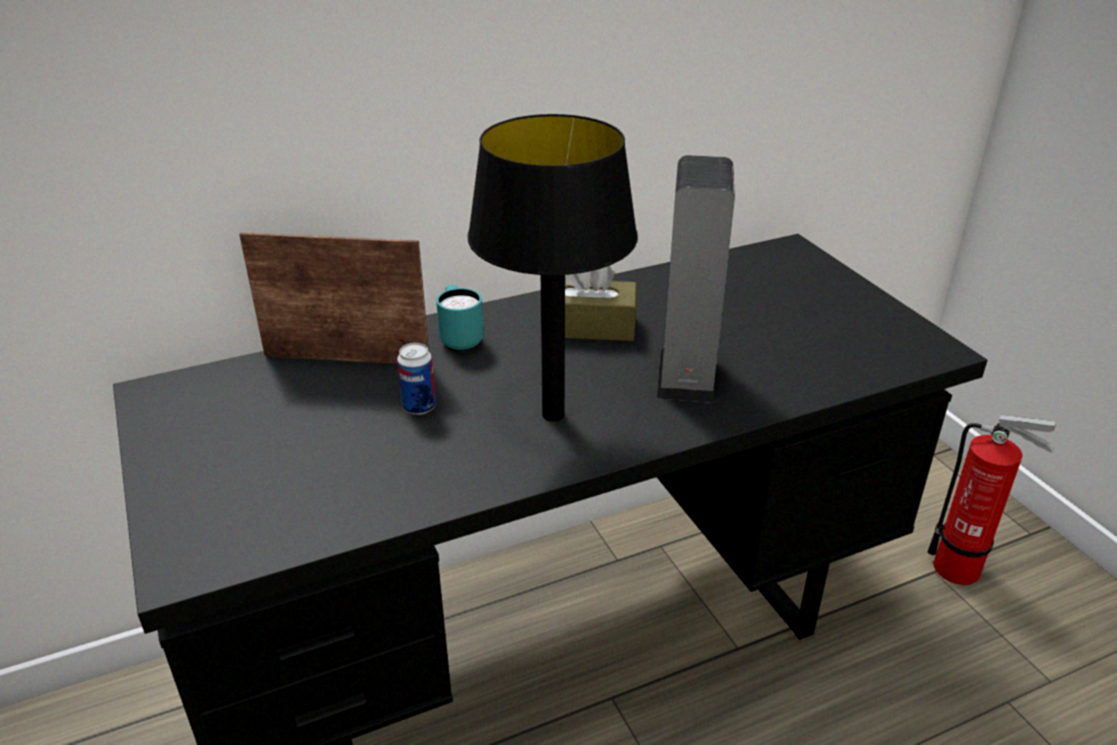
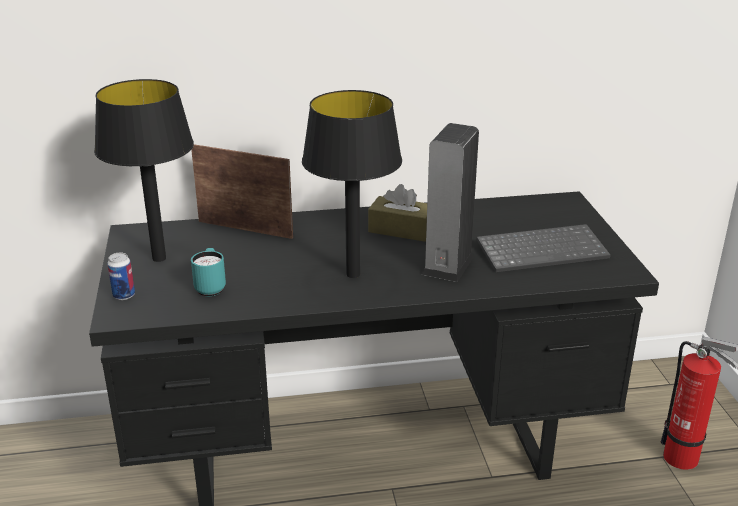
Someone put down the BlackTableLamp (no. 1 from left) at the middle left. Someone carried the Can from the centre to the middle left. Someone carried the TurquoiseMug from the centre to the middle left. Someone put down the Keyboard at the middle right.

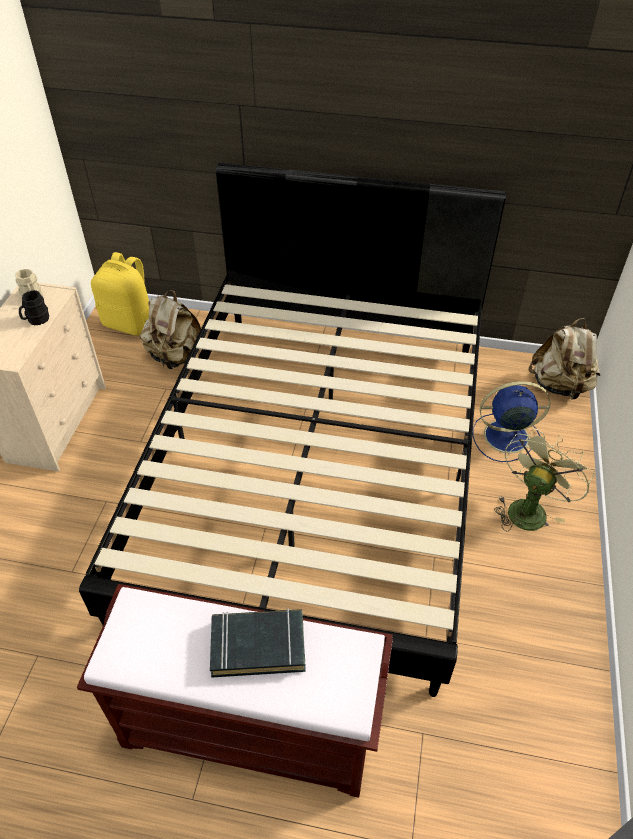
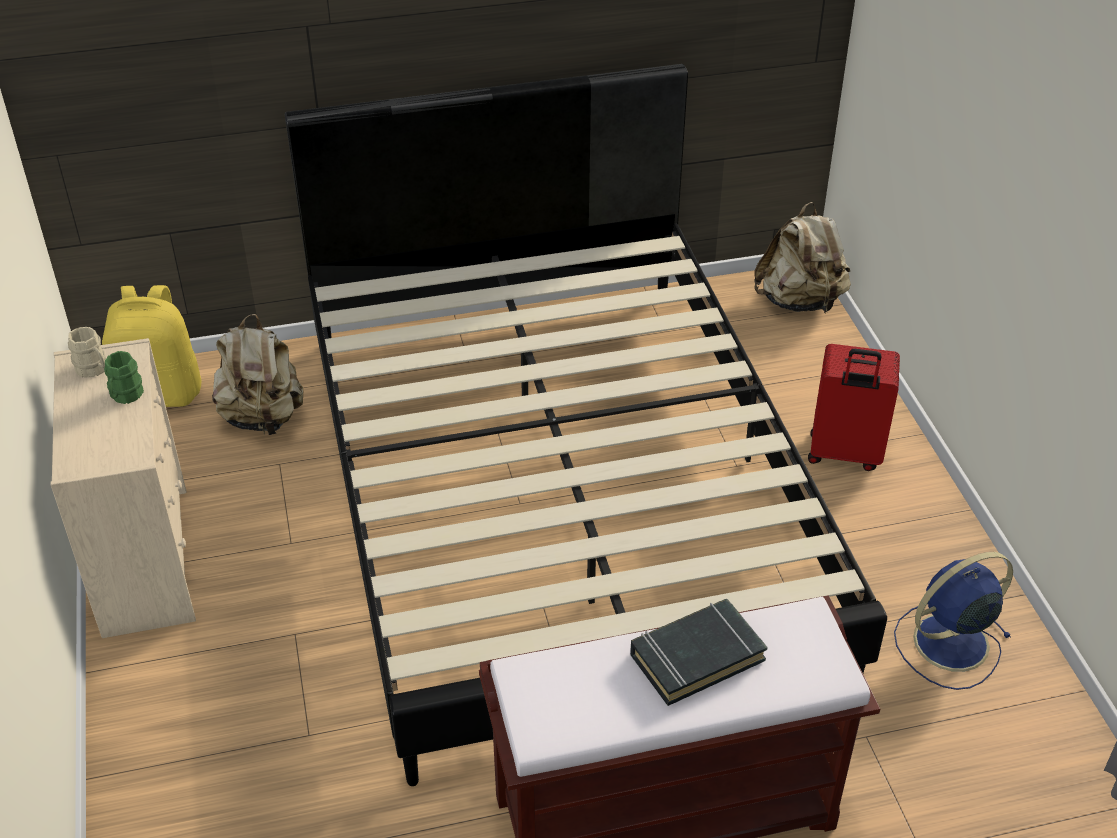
Someone repainted the BlackMug at the middle left, which became the GreenMug at the middle left. Someone swapped the GreenFan at the middle right for the RedSuitcase at the middle right. Someone carried the BlueFan from the middle right to the bottom right.

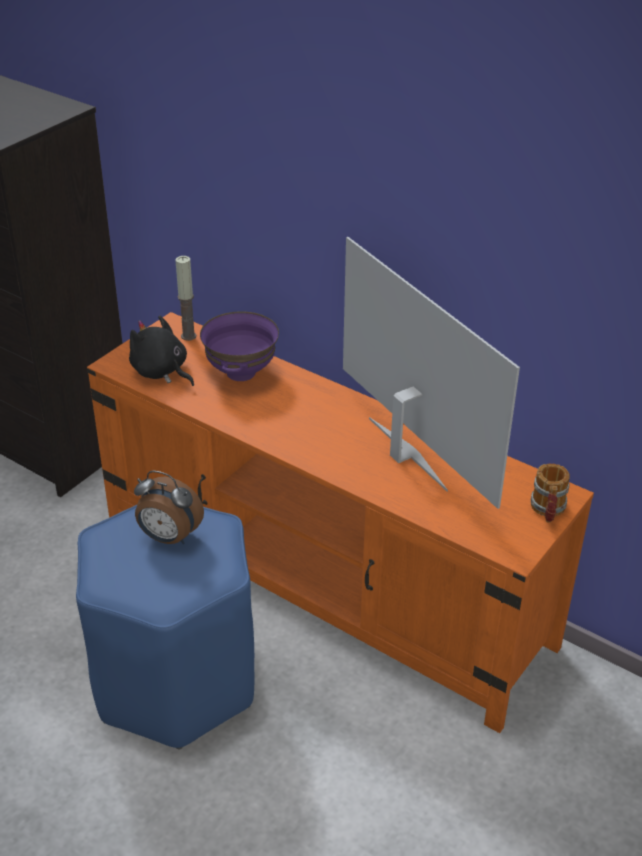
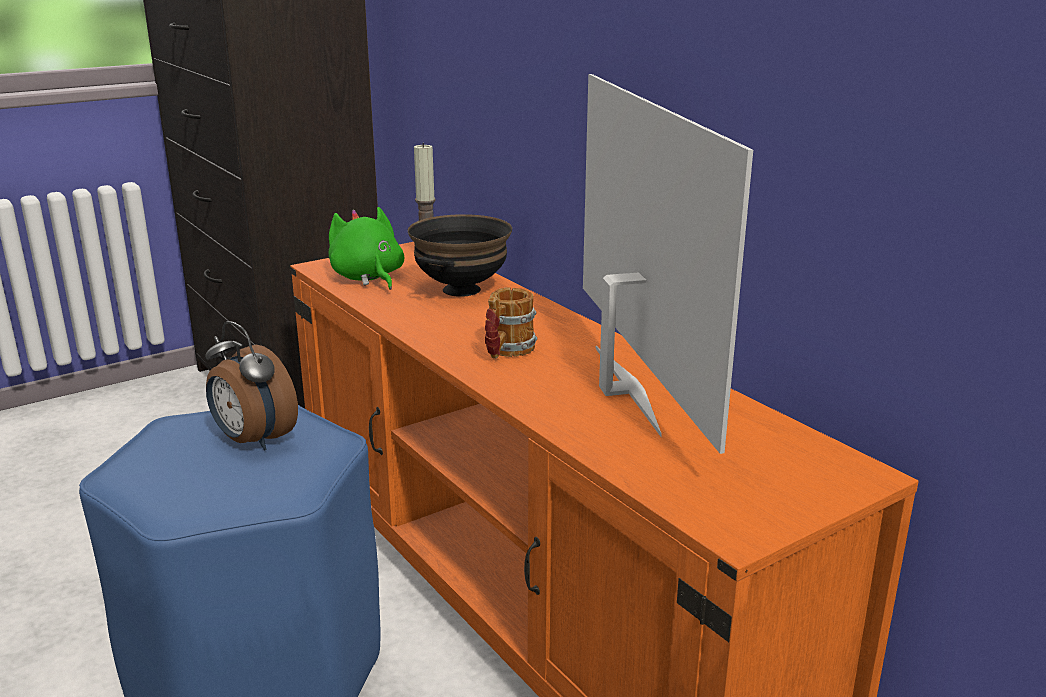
Someone repainted the BlackPlushToy at the middle left, which became the GreenPlushToy at the centre. Someone repainted the PurpleBowl at the centre, which became the BlackBowl at the centre. Someone carried the Mug from the middle right to the centre.

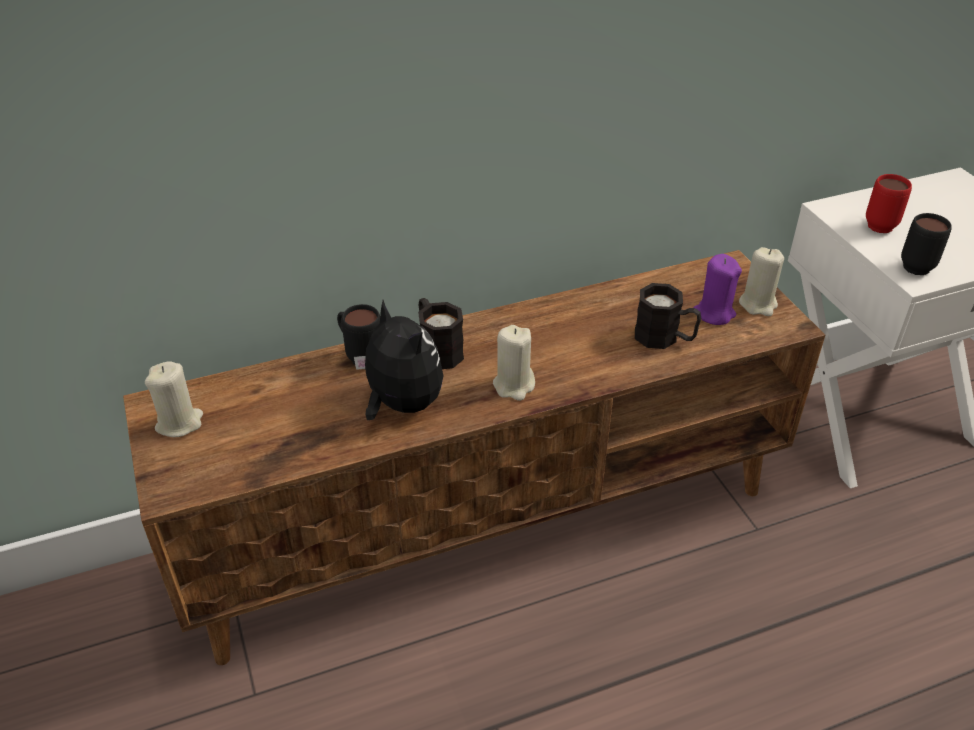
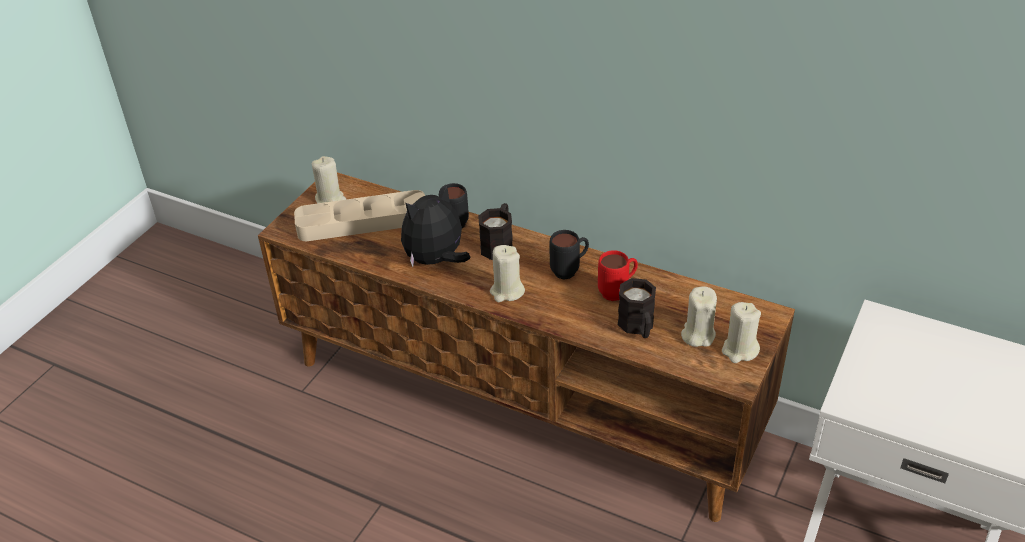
Someone put down the BeigeTray at the centre. Someone rotated the PlushToy at the centre by 135 degrees counterclockwise. Someone carried the BlackMug (no. 4 from left in the first image) from the middle right to the centre. Someone carried the RedMug from the top right to the centre. Someone repainted the PurpleCandle at the middle right, which became the BeigeCandle (no. 3 from left) at the middle right.

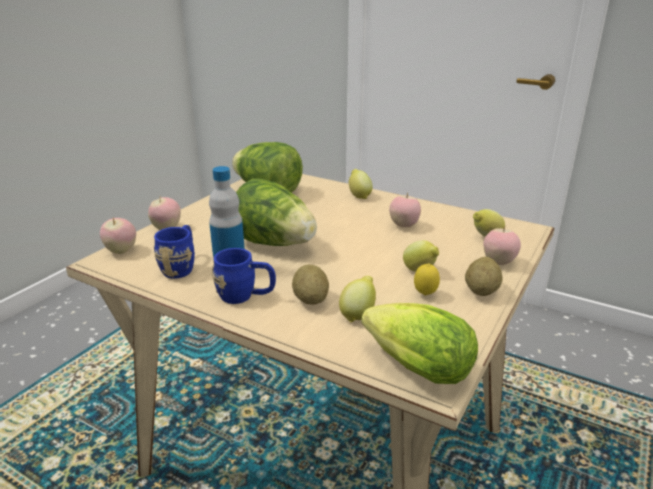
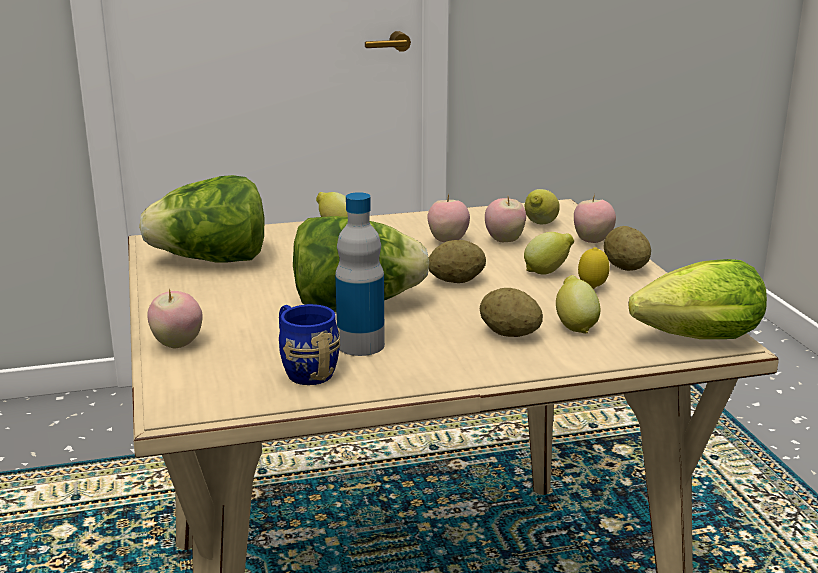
Someone put down the Potato (no. 1 from left) at the centre. Someone carried the Apple (no. 1 from left in the first image) from the middle left to the centre. Someone took away the BlueMug (no. 2 from left) at the centre.

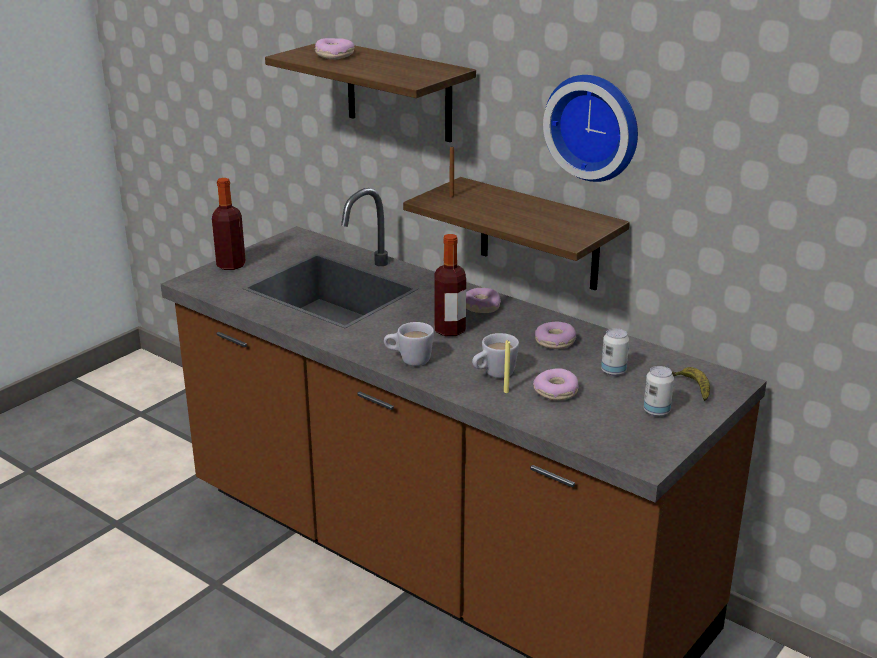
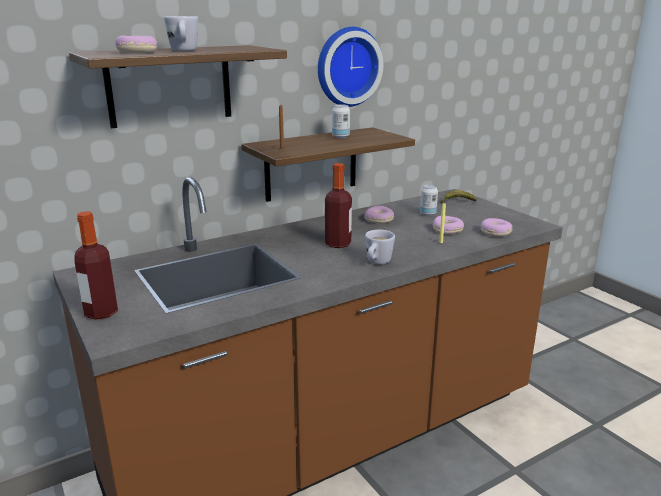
Someone carried the WhiteMug (no. 2 from left in the first image) from the centre to the top left. Someone carried the Can (no. 2 from left in the first image) from the middle right to the top centre. Someone carried the Donut (no. 2 from left in the first image) from the centre to the middle right.

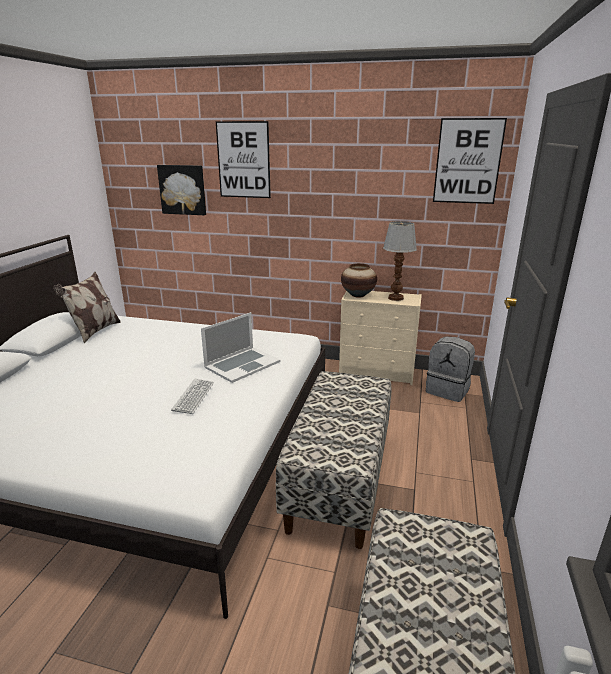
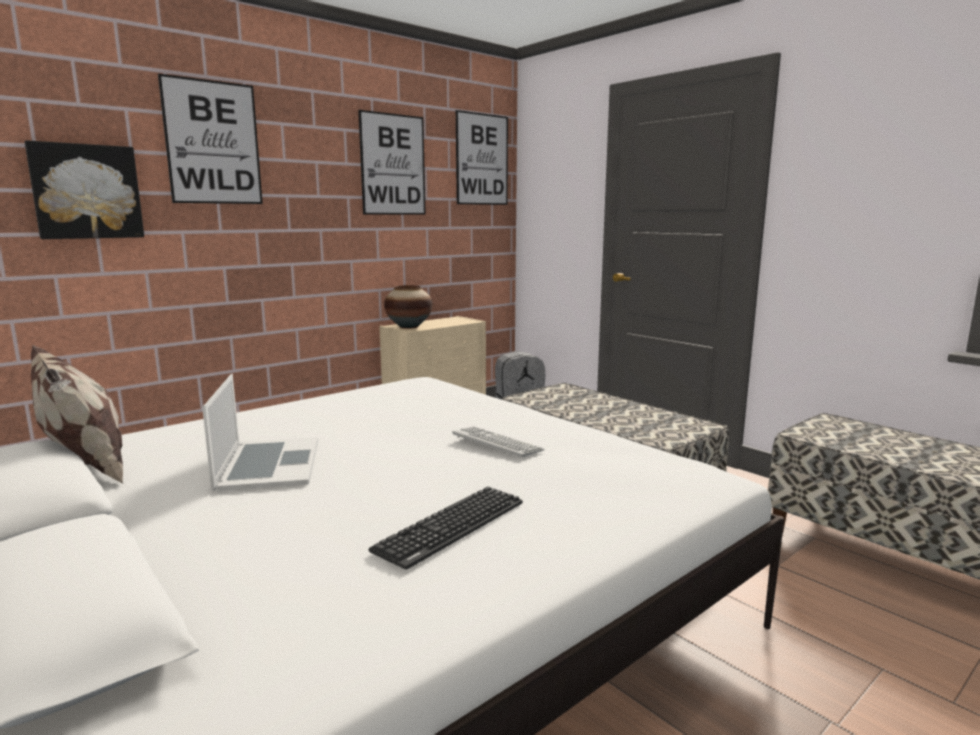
Someone carried the Laptop from the centre to the middle left. Someone put up the Picture (no. 3 from left) at the top centre. Someone put down the Keyboard (no. 1 from left) at the bottom centre. Someone took away the TableLamp at the centre.

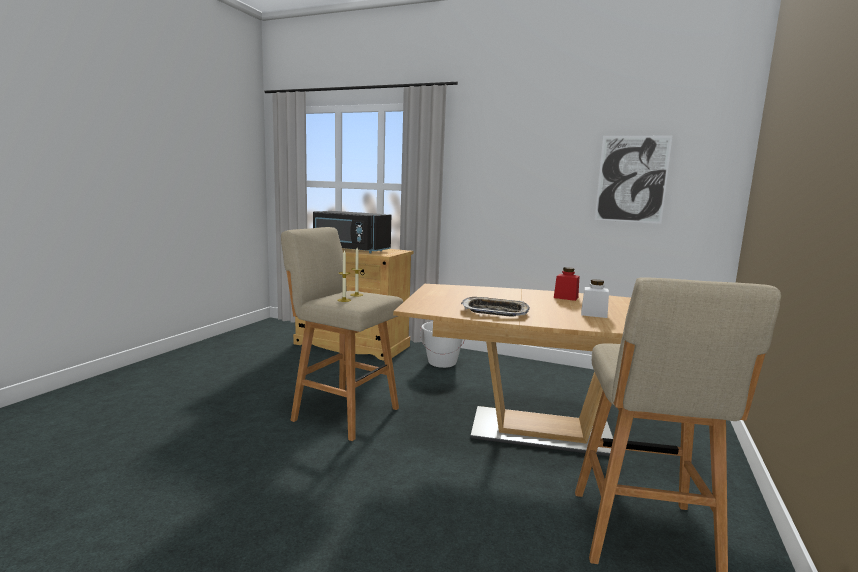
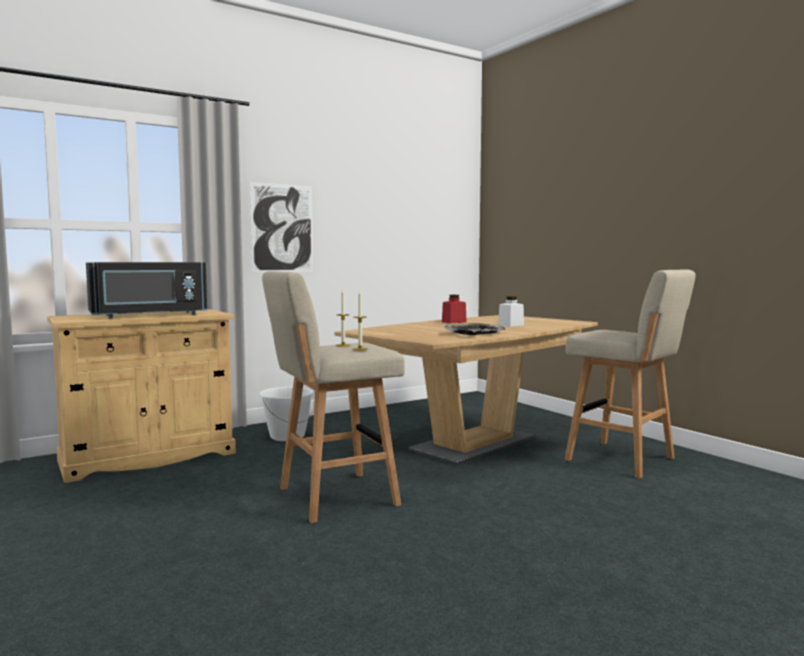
Someone carried the Picture from the top right to the centre.

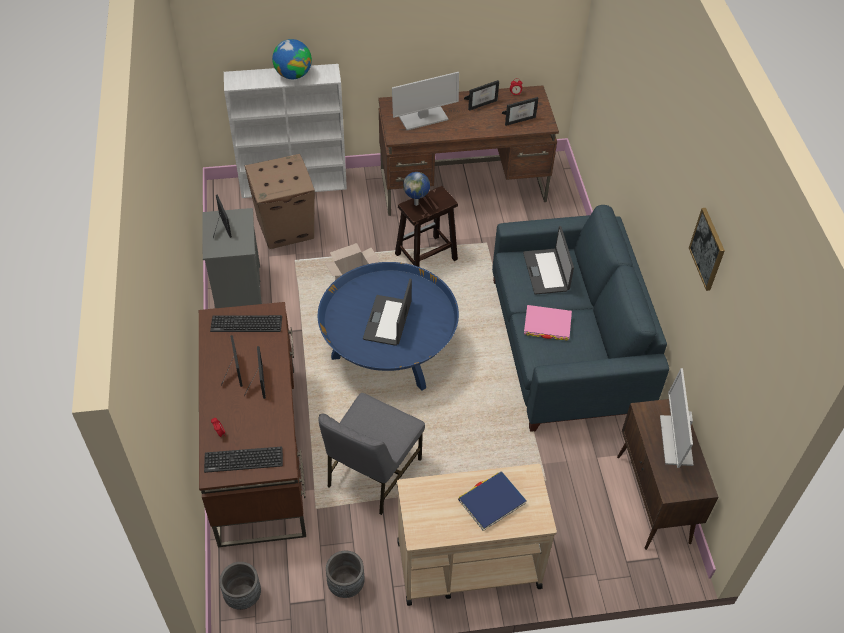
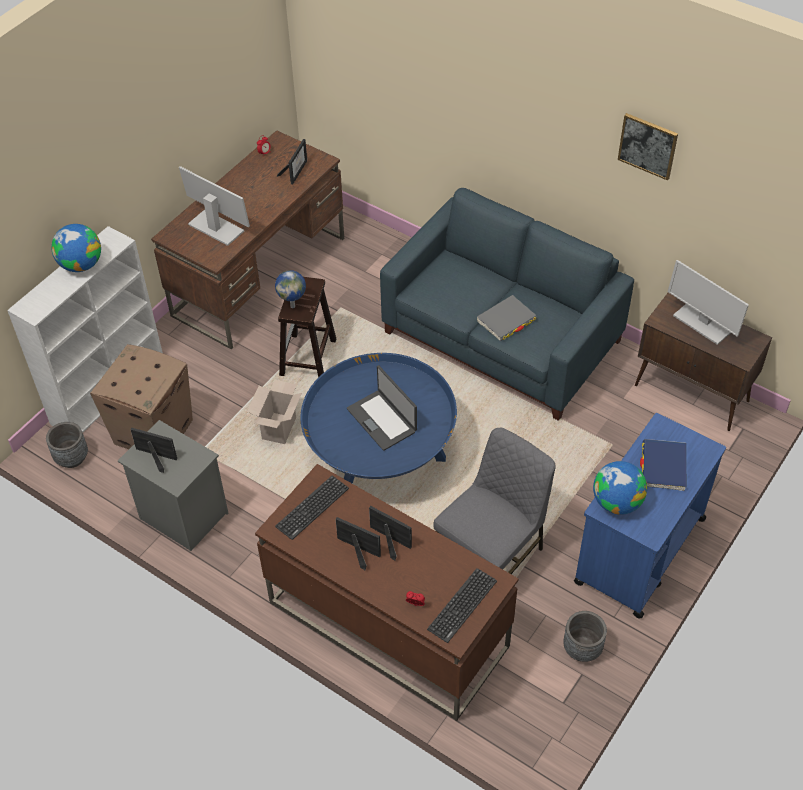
Someone carried the GreyPlanter (no. 1 from left) from the bottom left to the middle left. Someone rotated the Monitor (no. 1 from left) at the top centre by 75 degrees counterclockwise. Someone rotated the GreyChair at the bottom centre by 120 degrees counterclockwise. Someone repainted the PinkBook at the centre, which became the GreyBook at the centre. Someone repainted the BeigeCart at the bottom centre, which became the BlueCart at the middle right. Someone put down the Globe (no. 3 from left) at the middle right. Someone took away the PictureFrame (no. 4 from left) at the top centre. Someone took away the Laptop (no. 2 from left) at the centre.

